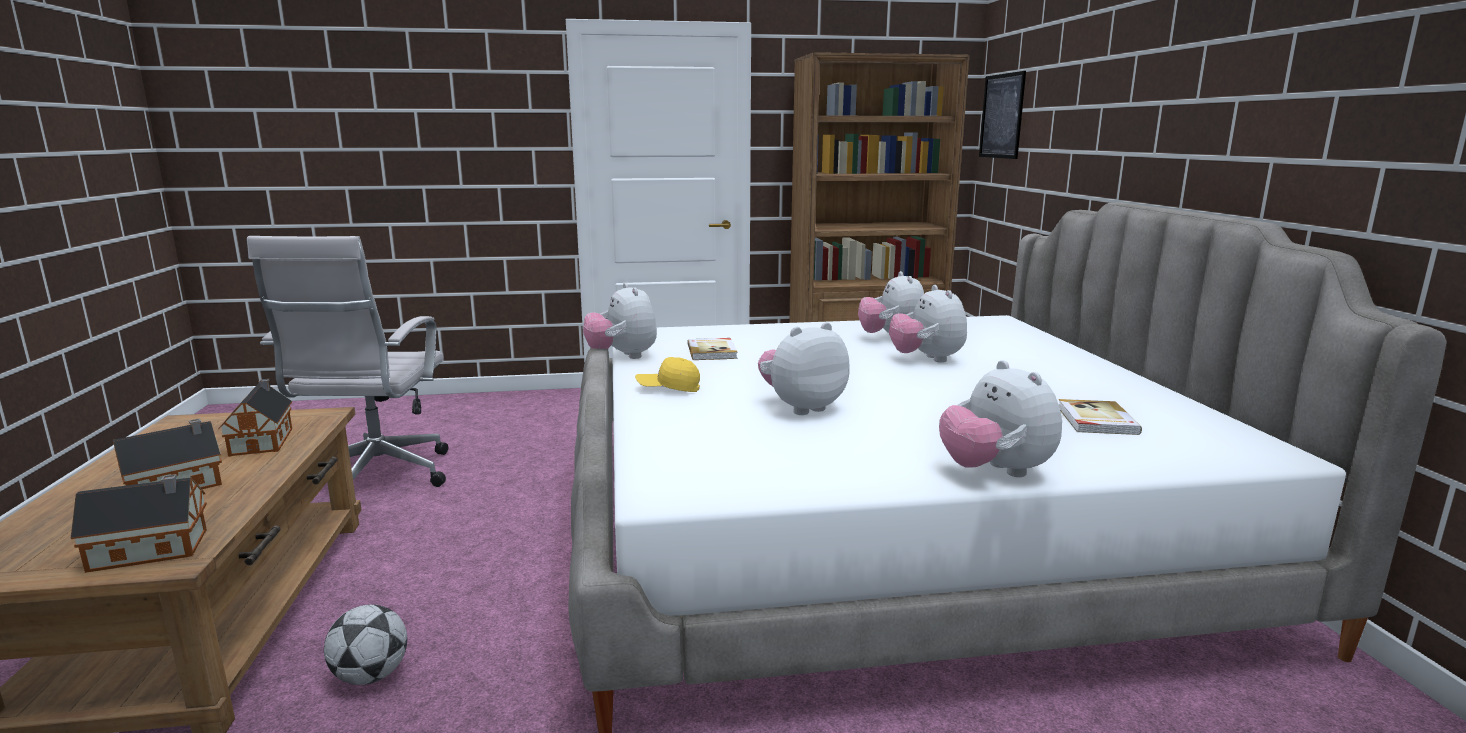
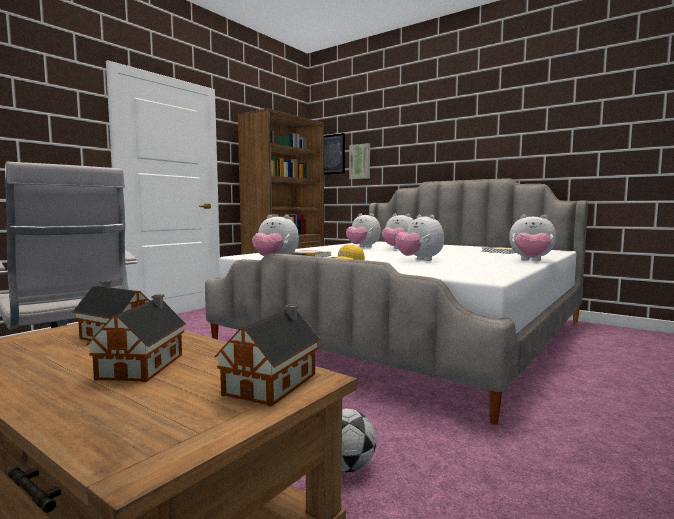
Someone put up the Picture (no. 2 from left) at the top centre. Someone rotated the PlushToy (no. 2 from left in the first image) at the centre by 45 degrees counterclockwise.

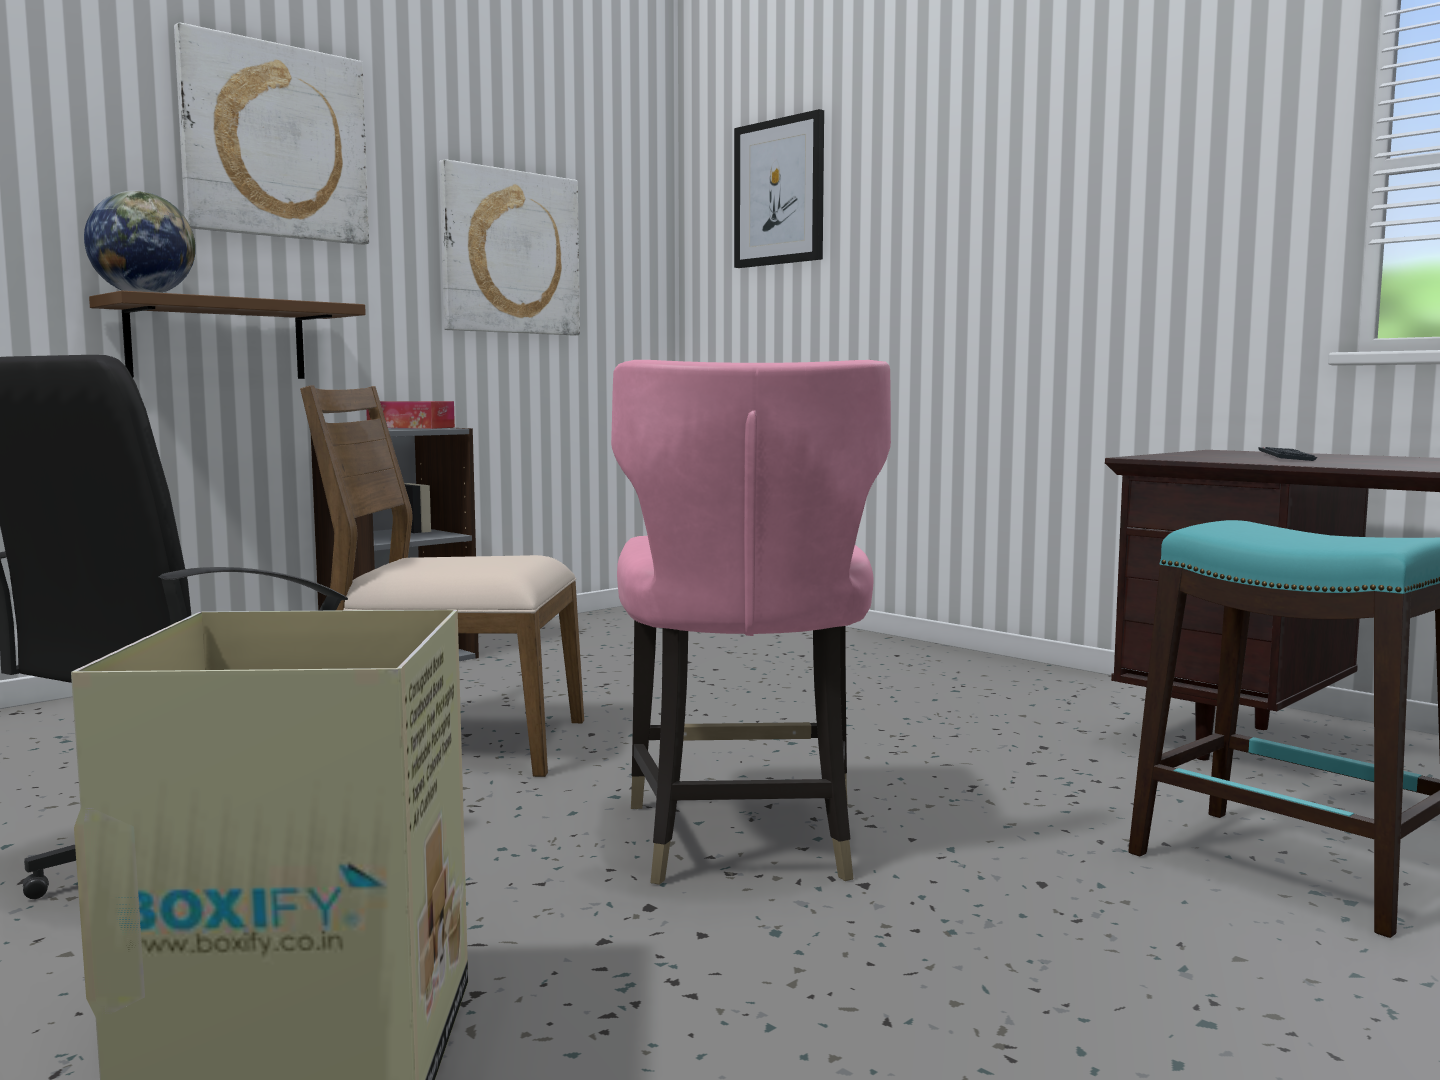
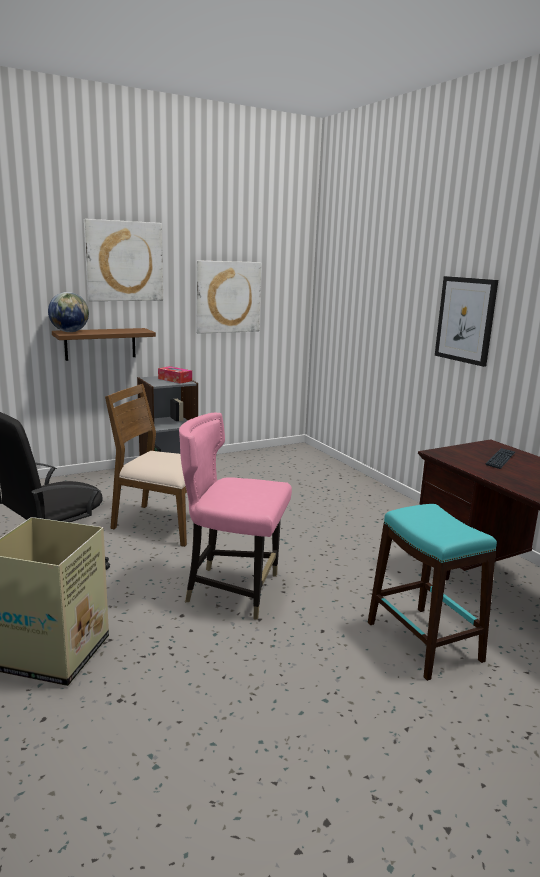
Someone rotated the PinkChair at the centre by 90 degrees clockwise. Someone carried the Picture (no. 3 from left) from the top centre to the middle right.

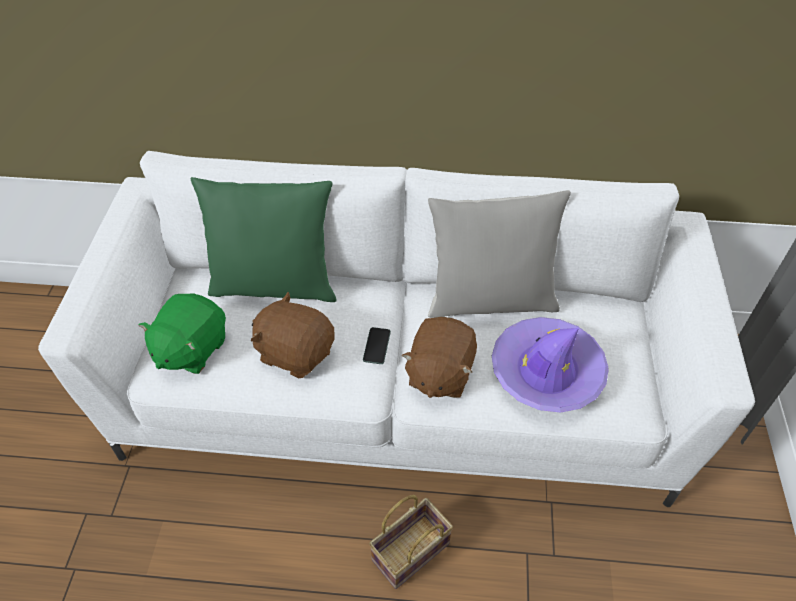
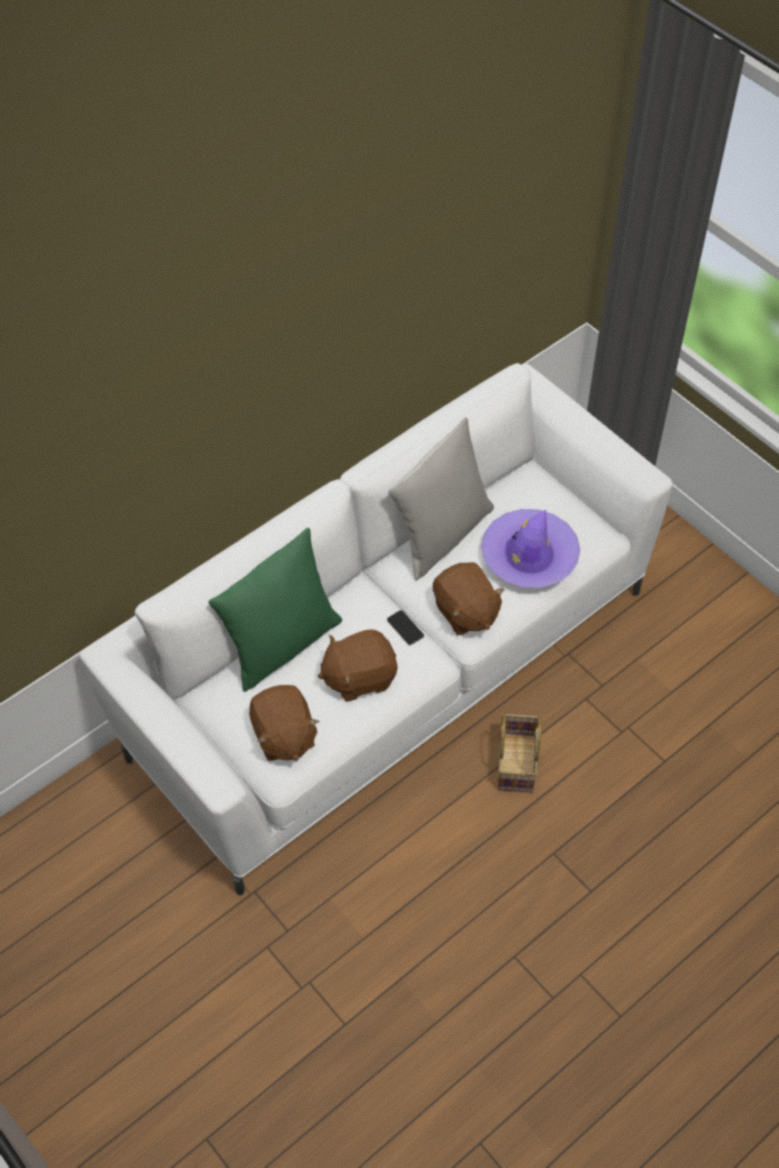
Someone repainted the GreenPlushToy at the middle left, which became the BrownPlushToy (no. 1 from left) at the centre.

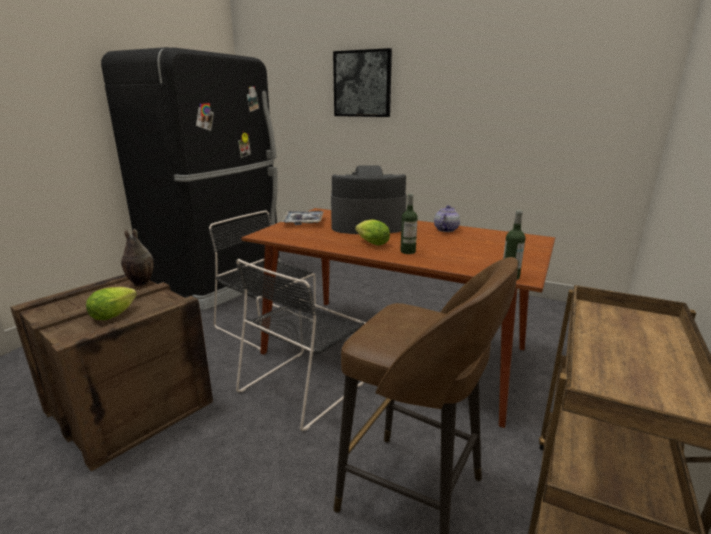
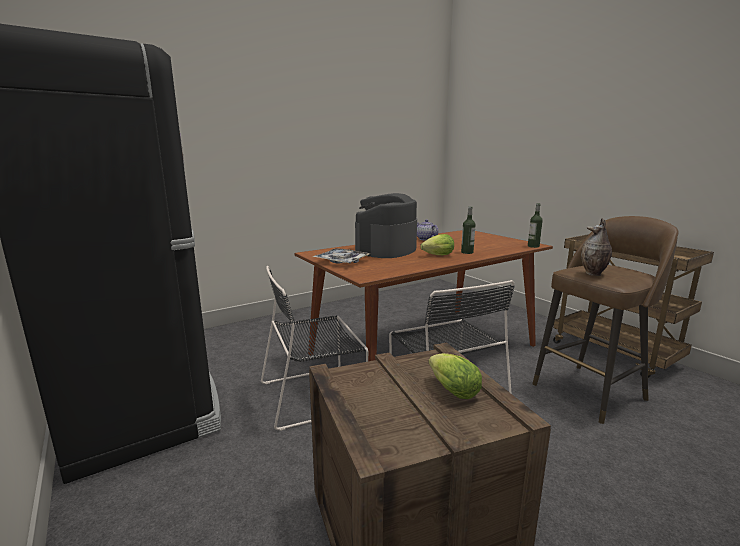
Someone carried the Vase from the middle left to the middle right. Someone took away the Picture at the top centre.

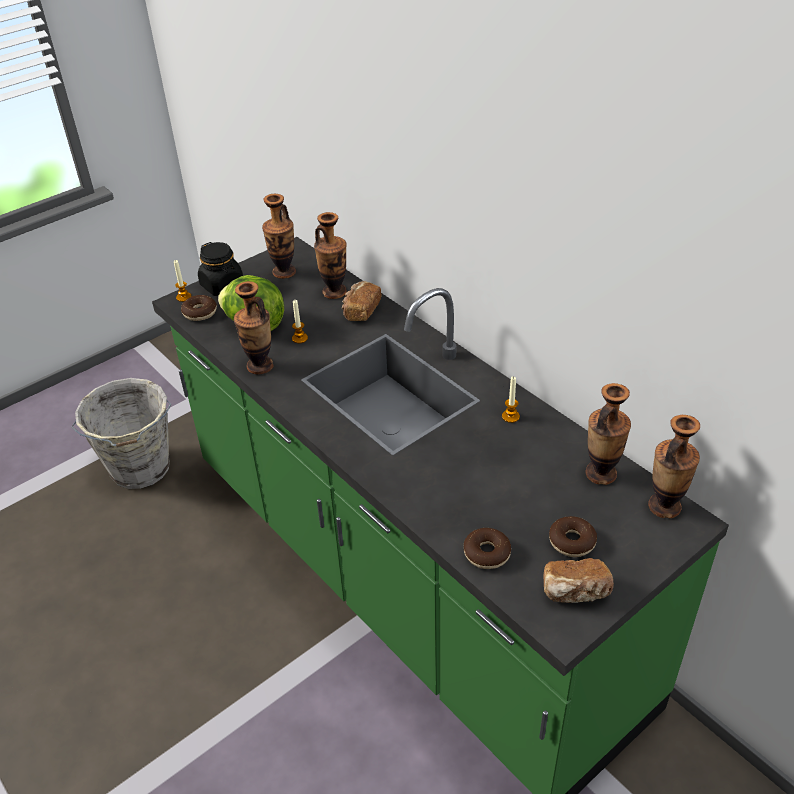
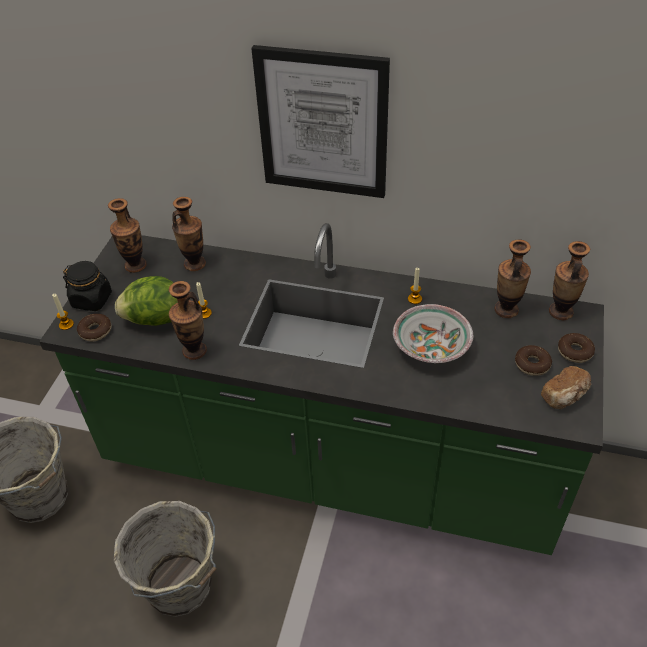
Someone put down the GreyBucket (no. 2 from left) at the bottom left. Someone put up the Picture at the top centre. Someone put down the Bowl at the middle right. Someone carried the Donut (no. 2 from left in the first image) from the bottom centre to the middle right. Someone took away the Bread (no. 1 from left) at the centre.

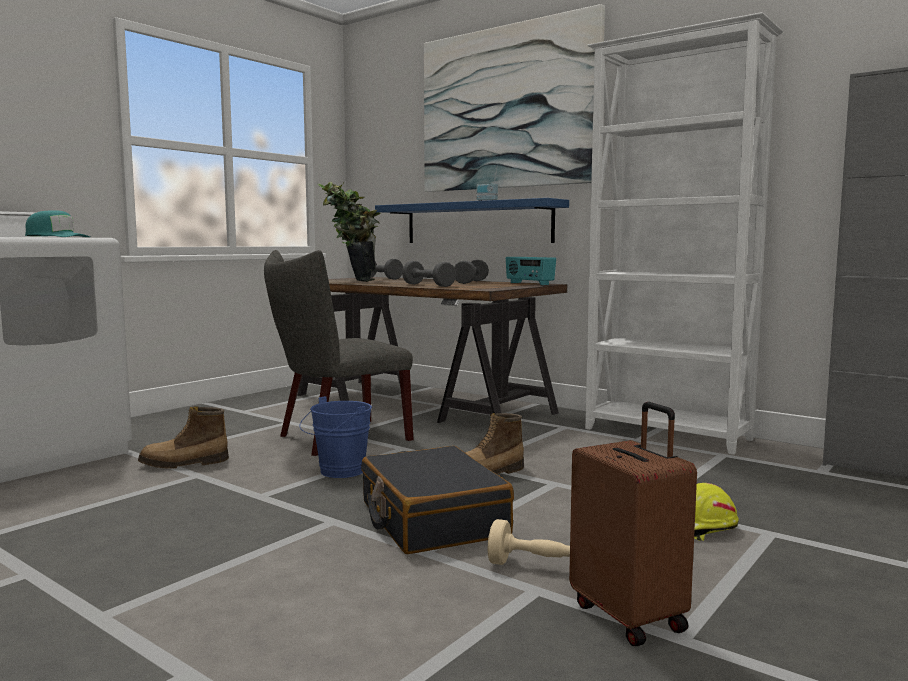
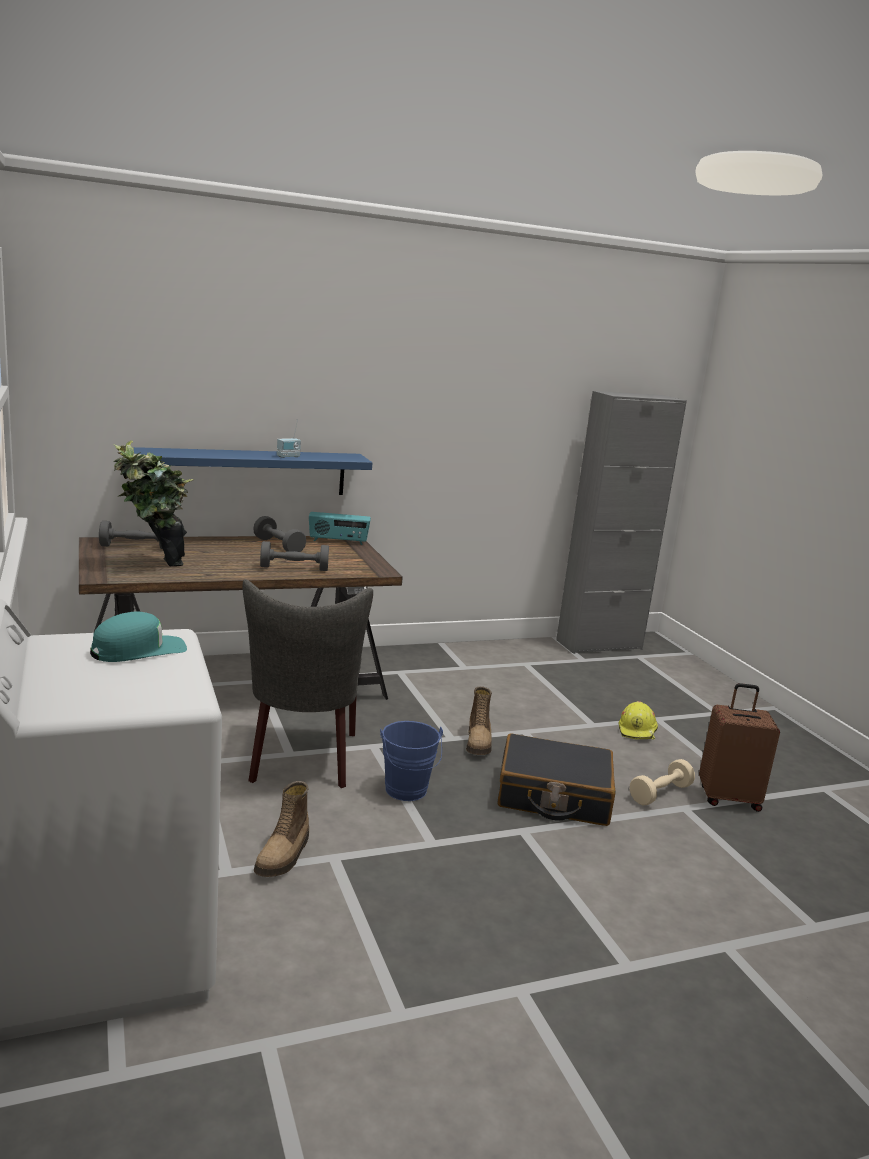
Someone took away the Picture at the top centre. Someone took away the WhiteBookcase at the middle right.

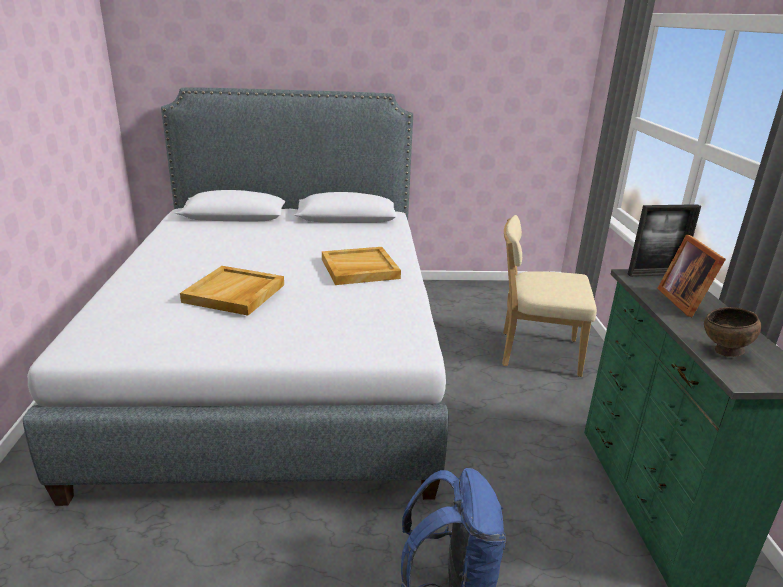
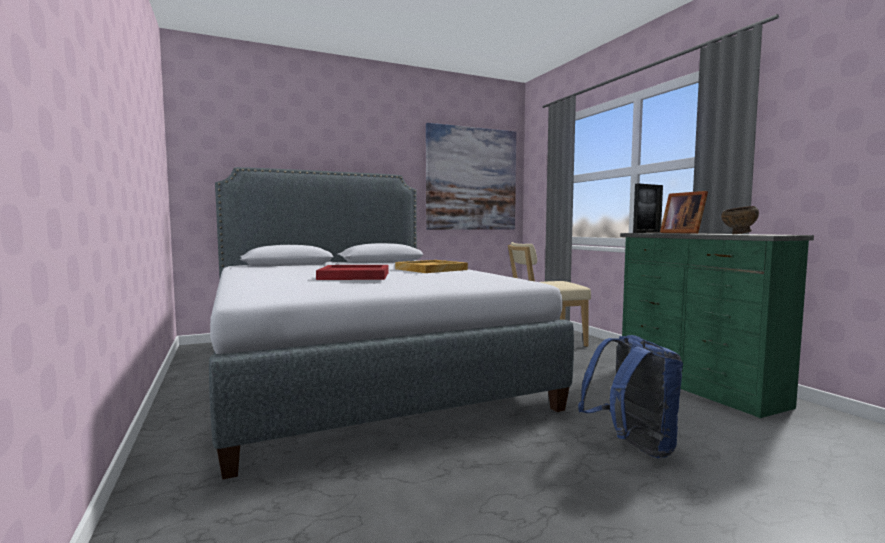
Someone repainted the BeigeTray (no. 1 from left) at the middle left, which became the RedTray at the centre. Someone put up the Picture at the top centre.

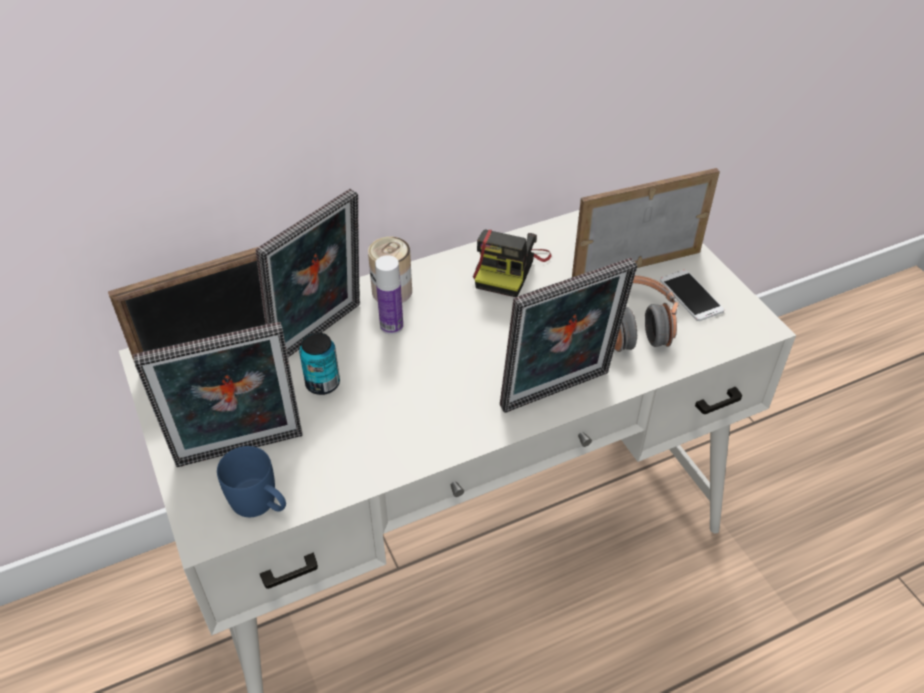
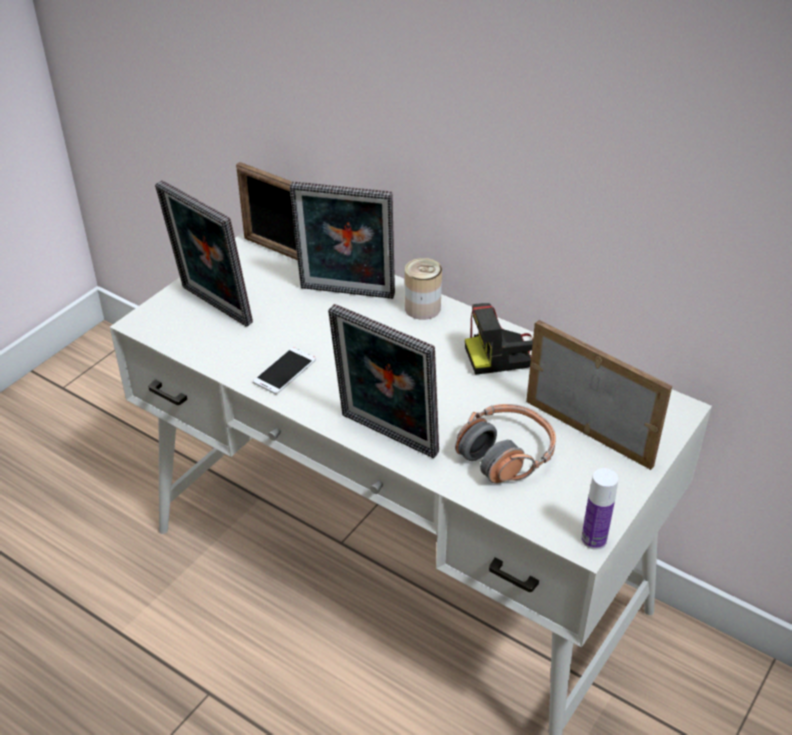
Someone carried the Phone from the middle right to the centre. Someone carried the Bottle from the centre to the bottom right. Someone took away the BlueMug at the bottom left. Someone took away the Can (no. 1 from left) at the centre.

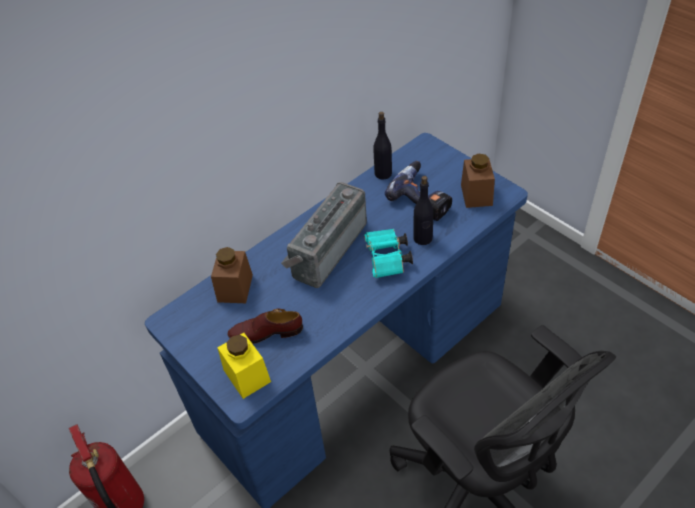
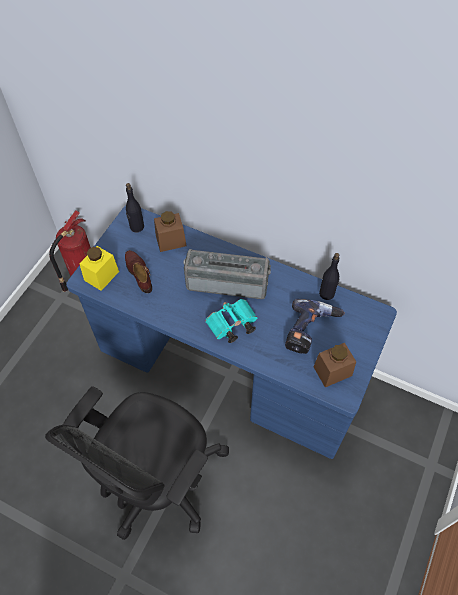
Someone carried the BlackBottle (no. 2 from left in the first image) from the centre to the middle left.

